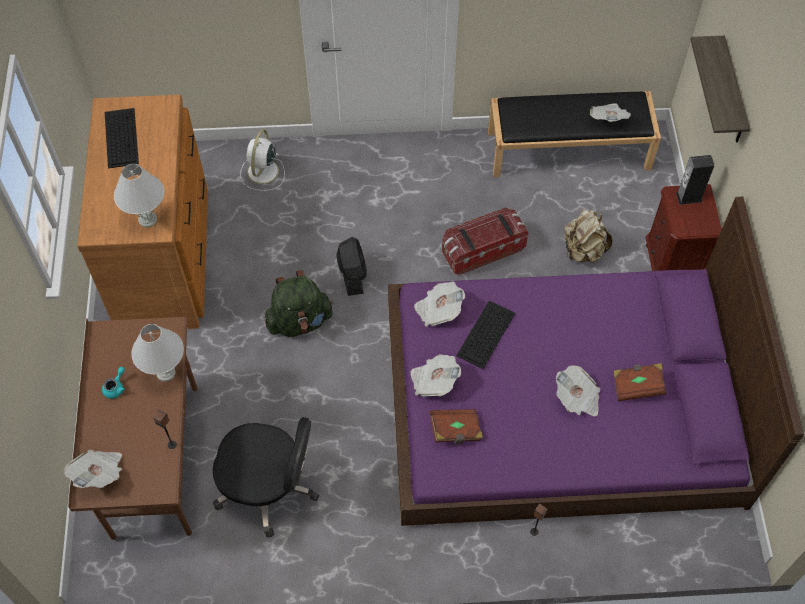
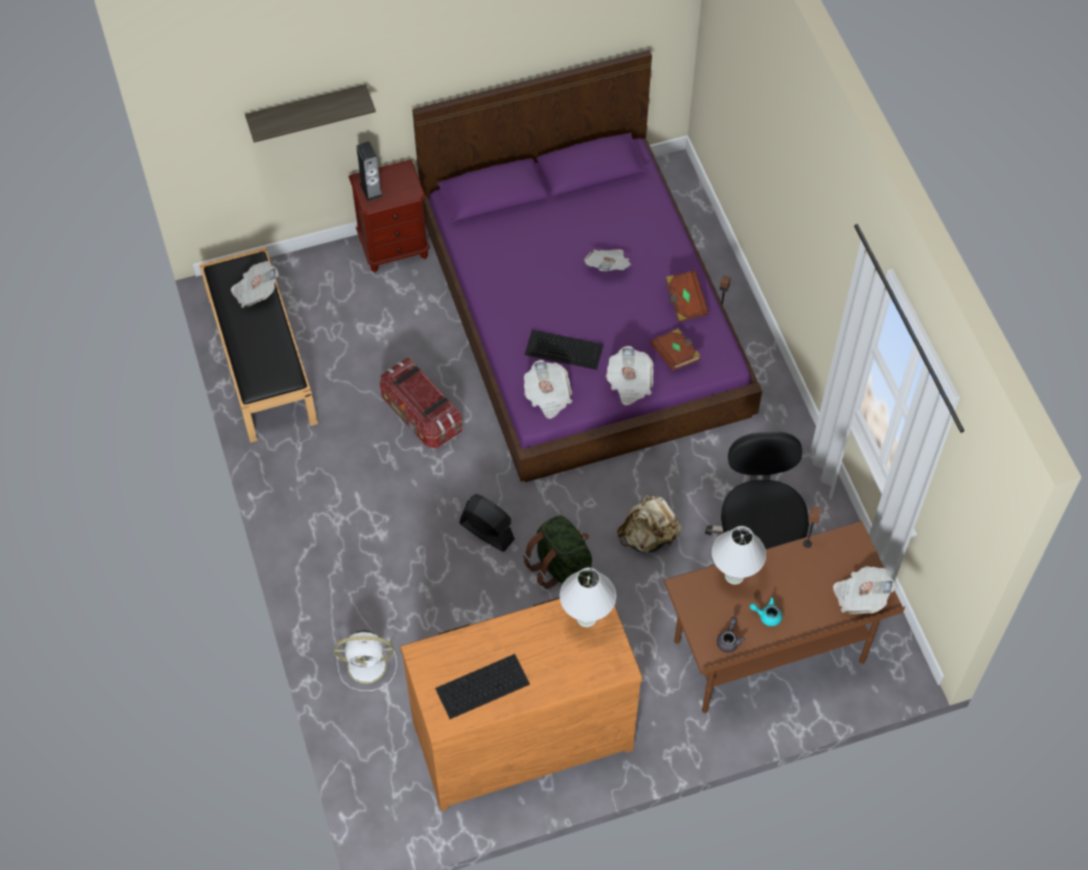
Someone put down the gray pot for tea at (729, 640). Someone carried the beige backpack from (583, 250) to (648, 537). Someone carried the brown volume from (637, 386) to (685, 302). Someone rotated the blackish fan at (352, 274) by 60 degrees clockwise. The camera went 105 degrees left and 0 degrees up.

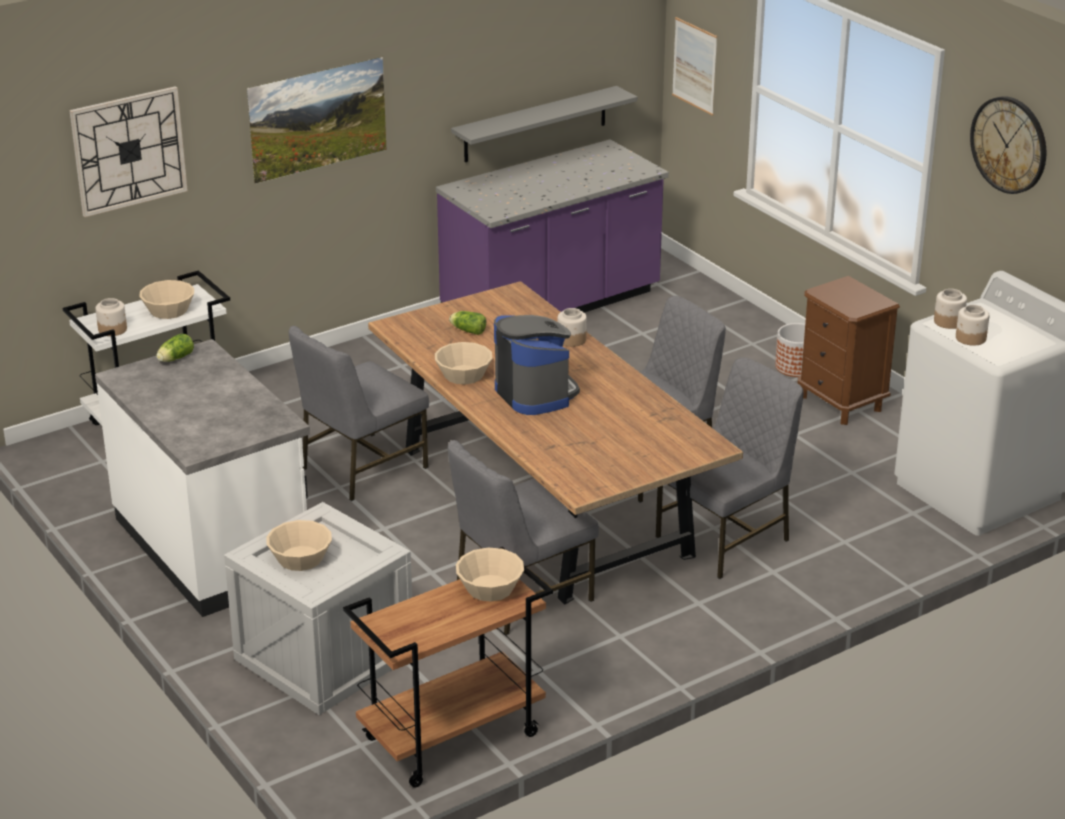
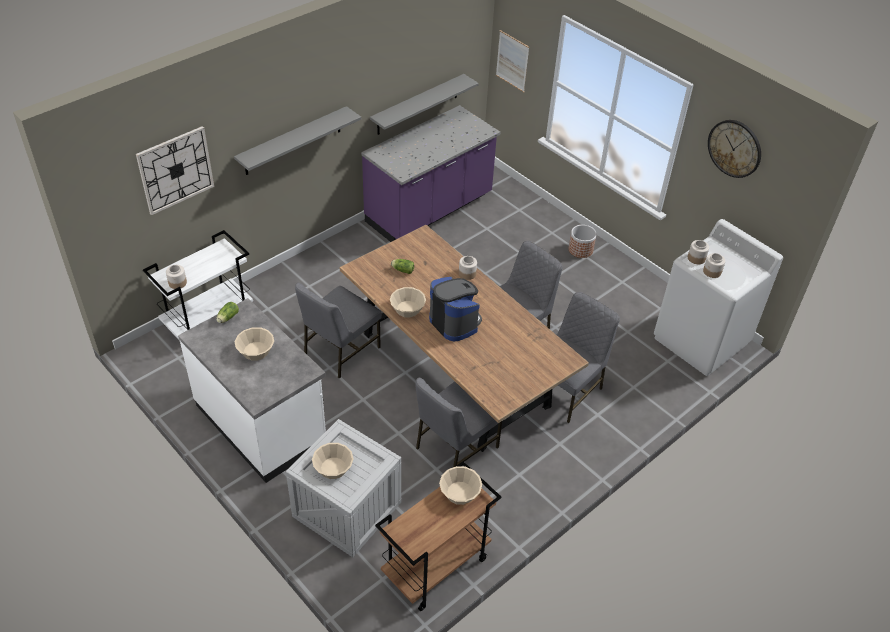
Someone took away the brown nightstand at (840, 403). Someone carried the beige serving bowl from (168, 310) to (256, 351). Someone swapped the wall art at (320, 143) for the gray wall shelf at (293, 141). The camera went 10 degrees left and 15 degrees up.

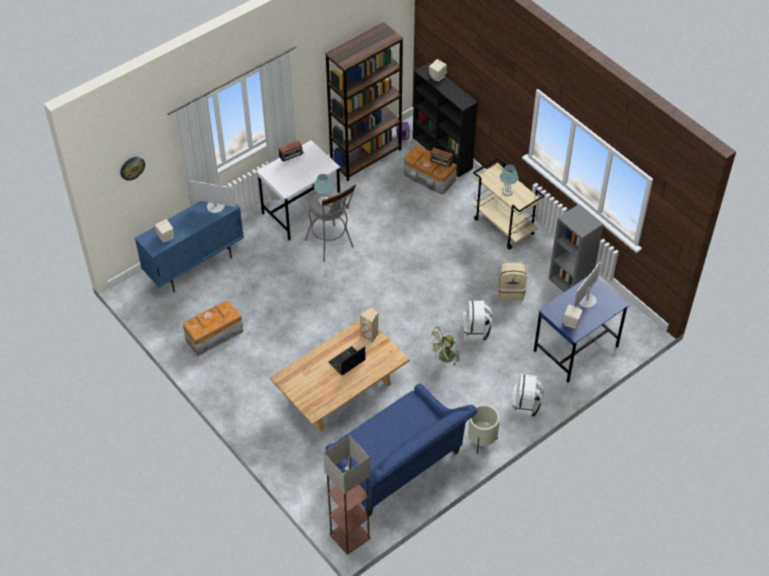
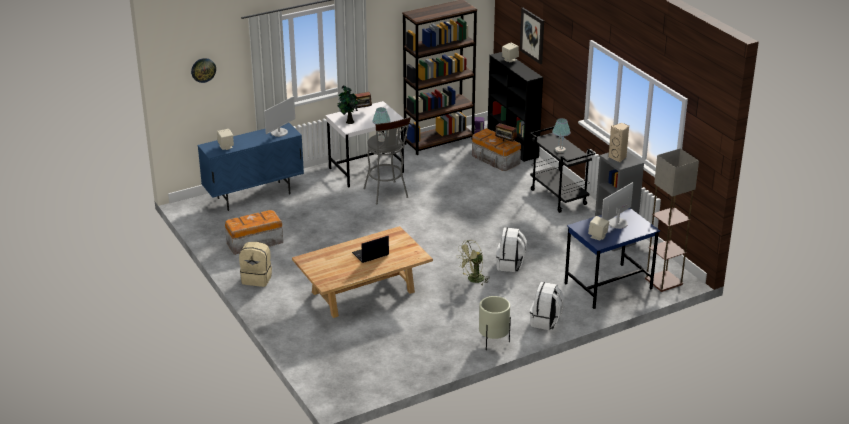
Someone took away the blue-coloured couch at (399, 468). Someone put down the houseplant at (349, 122). Someone put up the wall art at (532, 35). Someone carried the standing lamp from (349, 536) to (663, 281). Someone carried the beige loudspeaker from (370, 336) to (618, 157). Someone carried the beige backpack from (511, 291) to (257, 278). Someone repainted the beige trolley at (504, 226), which became the blackish trolley at (559, 197). Someone rotated the computer display at (215, 206) by 75 degrees counterclockwise. The camera went 10 degrees right and 20 degrees down.

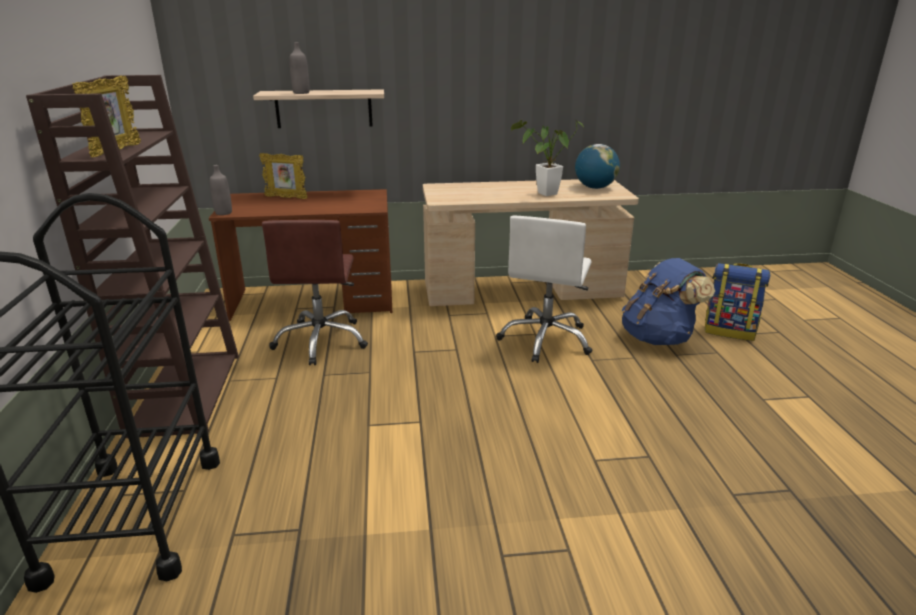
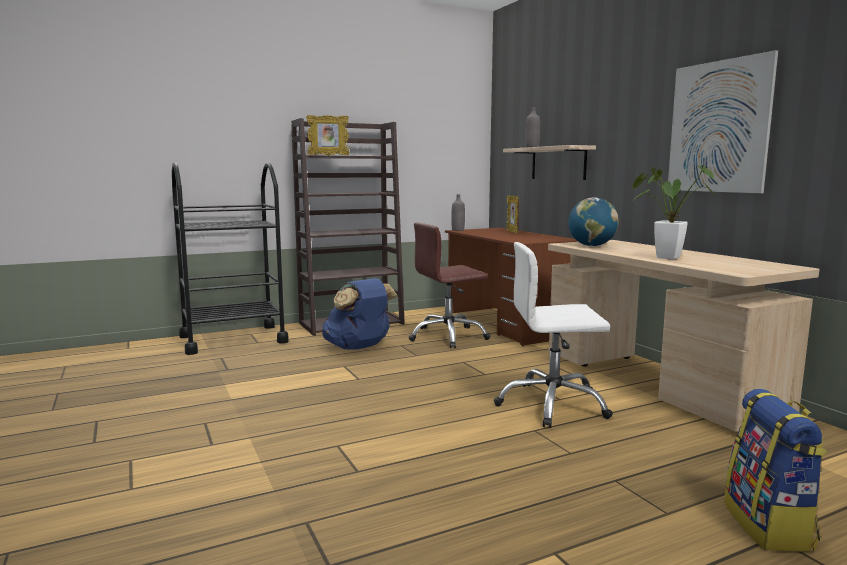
Someone put up the wall art at (718, 127). Someone carried the desk globe from (595, 188) to (591, 246). Someone carried the blue-coloured backpack from (659, 338) to (358, 347). The camera went 70 degrees right and 15 degrees down.

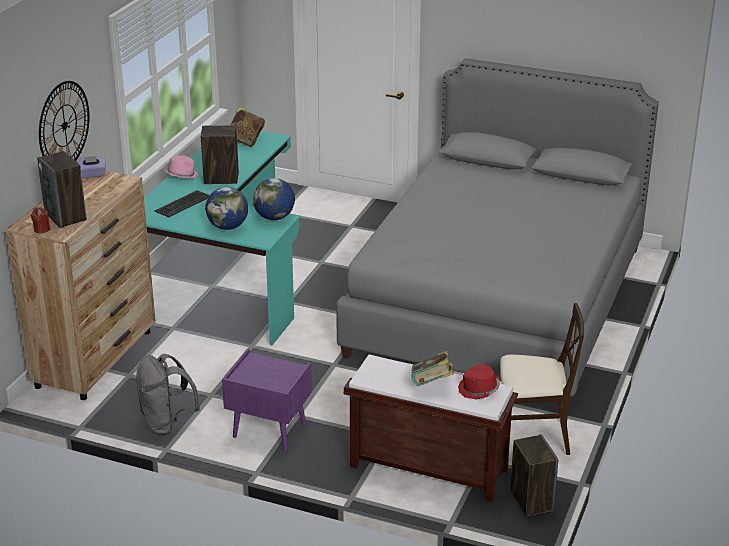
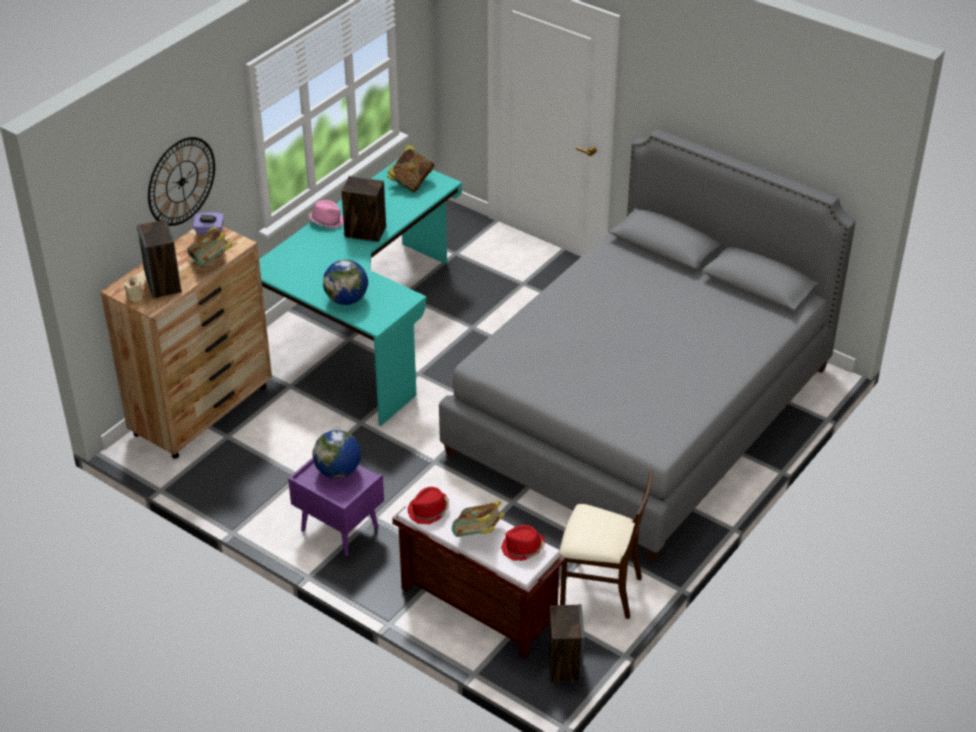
Someone took away the gray backpack at (167, 423). Someone took away the keyboard at (182, 204). Someone put down the volume at (211, 261). Someone put down the reddish wearable hat at (429, 511). Someone carried the desk globe from (274, 217) to (338, 471). Someone repainted the reddish wax candle at (42, 229), which became the beige wax candle at (135, 297). The camera went 15 degrees right and 10 degrees up.

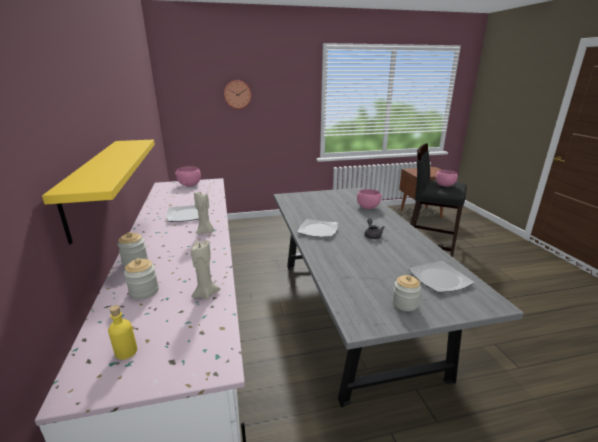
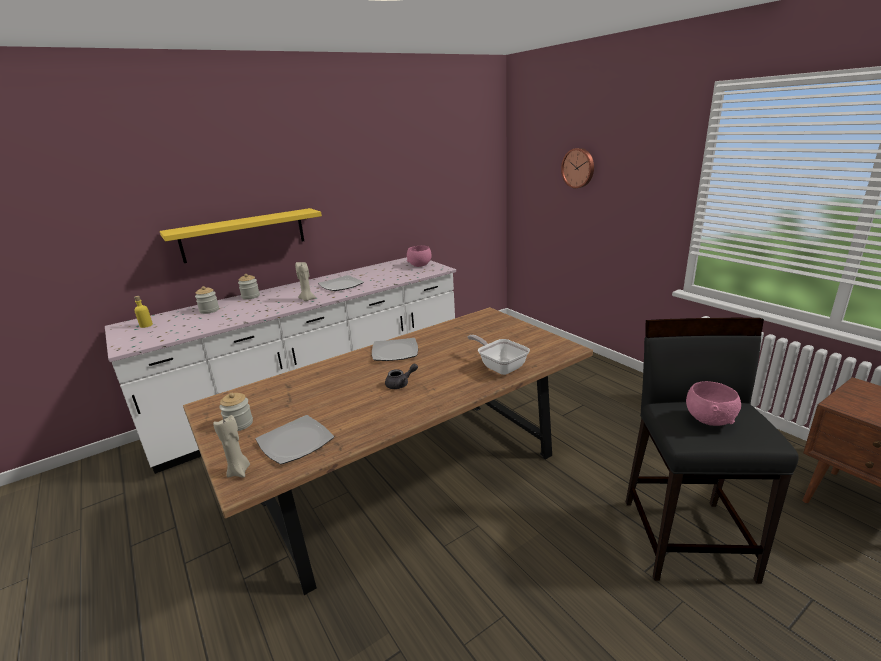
Someone carried the beige wax candle from (205, 294) to (239, 471). Someone swapped the pinkish serving bowl at (367, 207) for the skillet at (500, 366). Someone repainted the gray kitchen table at (352, 312), which became the brown kitchen table at (410, 477). The camera went 70 degrees right and 0 degrees up.

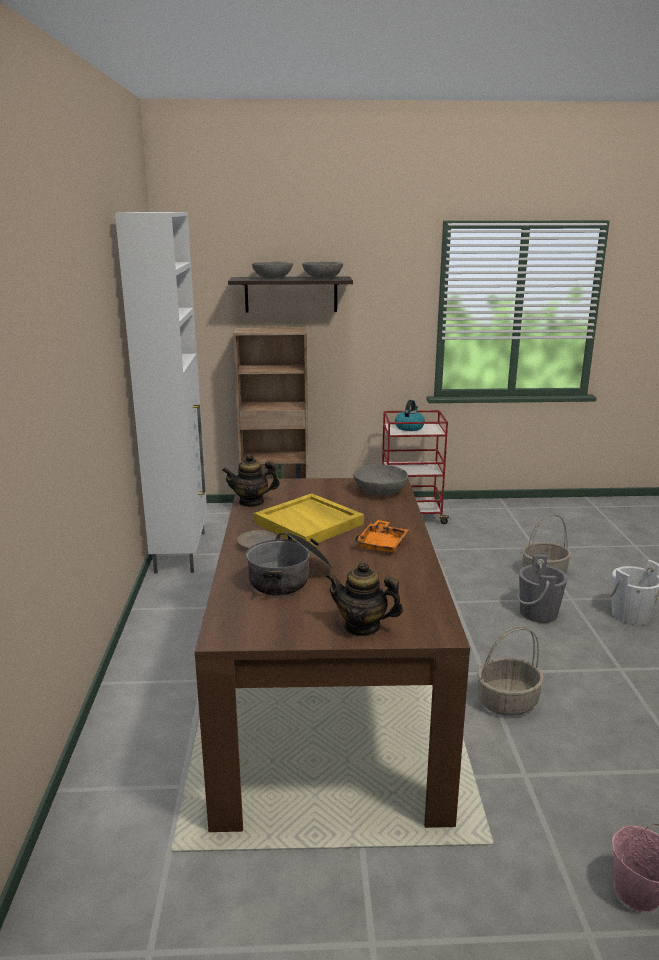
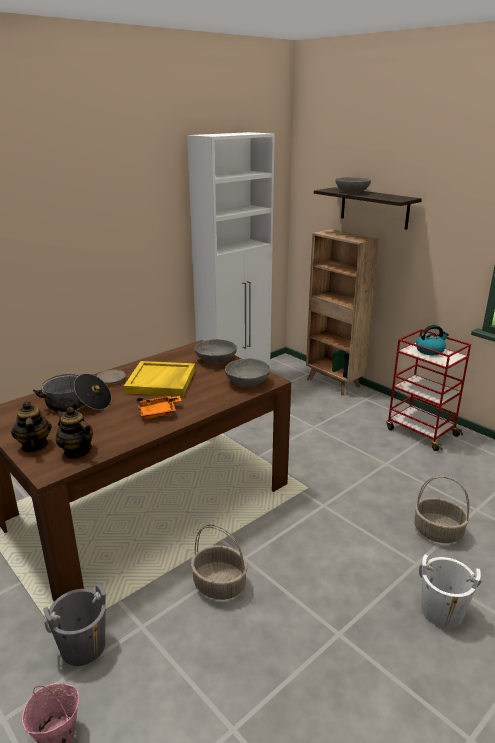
Someone carried the pot for tea from (251, 502) to (77, 452). Someone carried the gray serving bowl from (322, 278) to (215, 360). Someone carried the gray water bucket from (538, 613) to (83, 647). The camera went 50 degrees right and 5 degrees up.

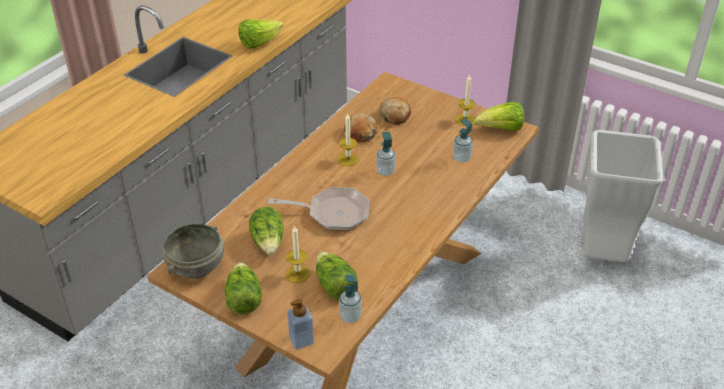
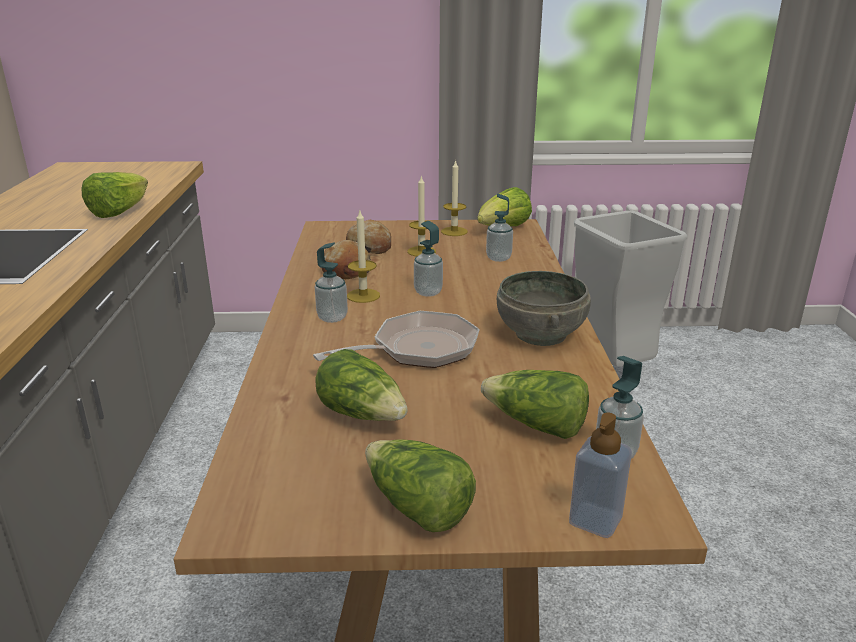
Someone put down the soap dispenser at (332, 317). Someone carried the gray serving bowl from (197, 267) to (542, 334). Someone carried the wax candle from (297, 273) to (421, 251). The camera went 35 degrees left and 15 degrees down.

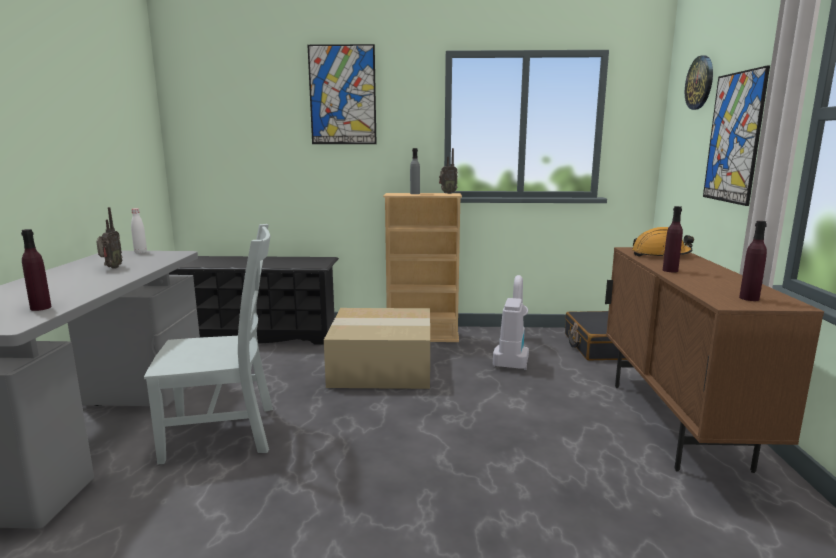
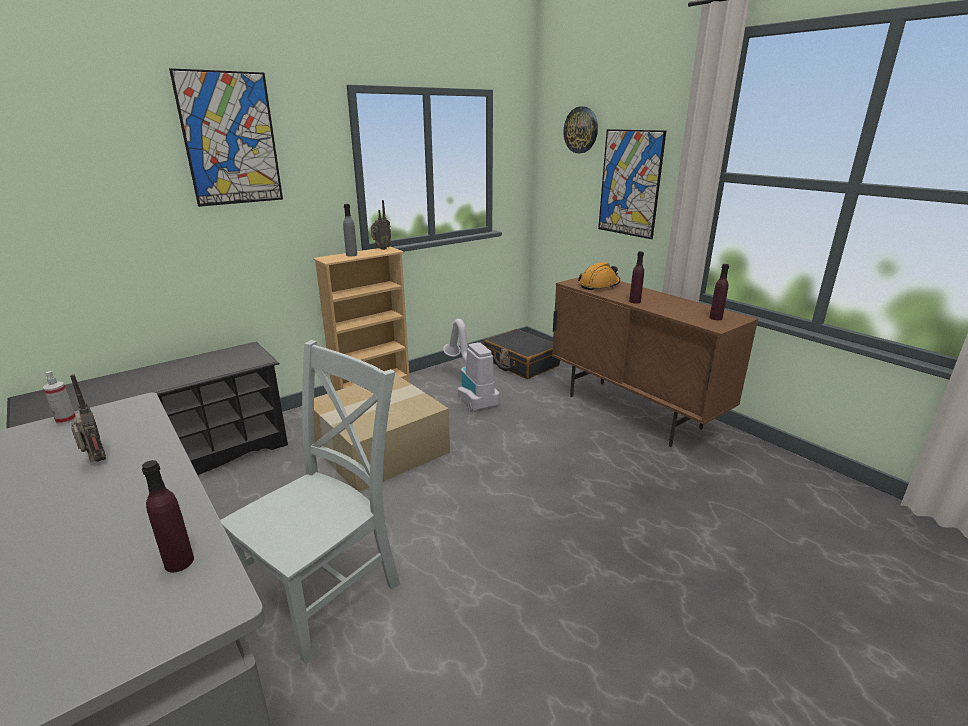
Someone swapped the white-coloured bottle at (140, 252) for the sprayer at (66, 420). The camera went 40 degrees left and 10 degrees up.

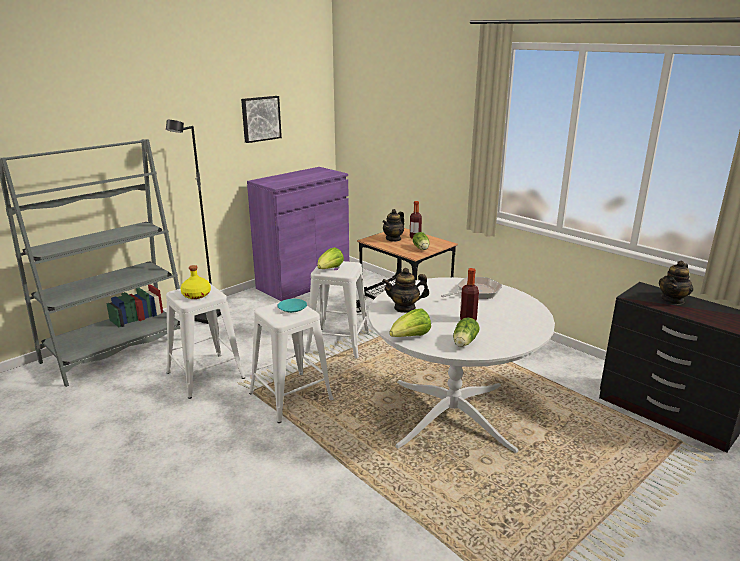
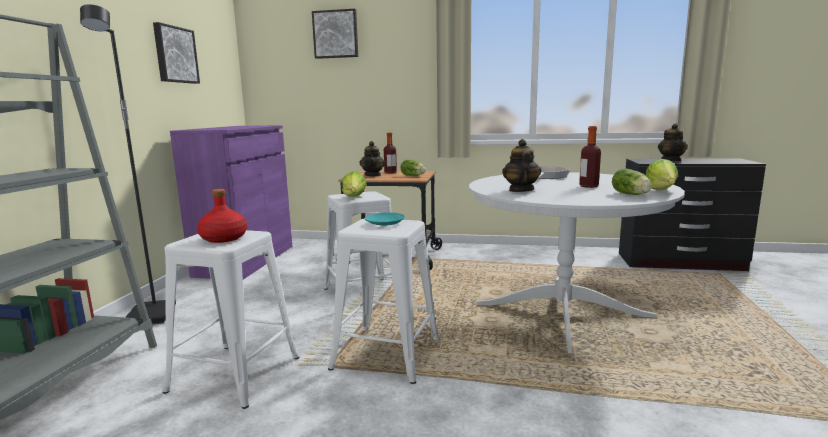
Someone put up the wall art at (336, 34). Someone carried the head of lettuce from (410, 337) to (661, 192). Someone repainted the yellowish bottle at (196, 295), which became the reddish bottle at (224, 238). Someone rotated the pot for tea at (405, 308) by 135 degrees clockwise. The camera went 35 degrees left and 10 degrees down.

